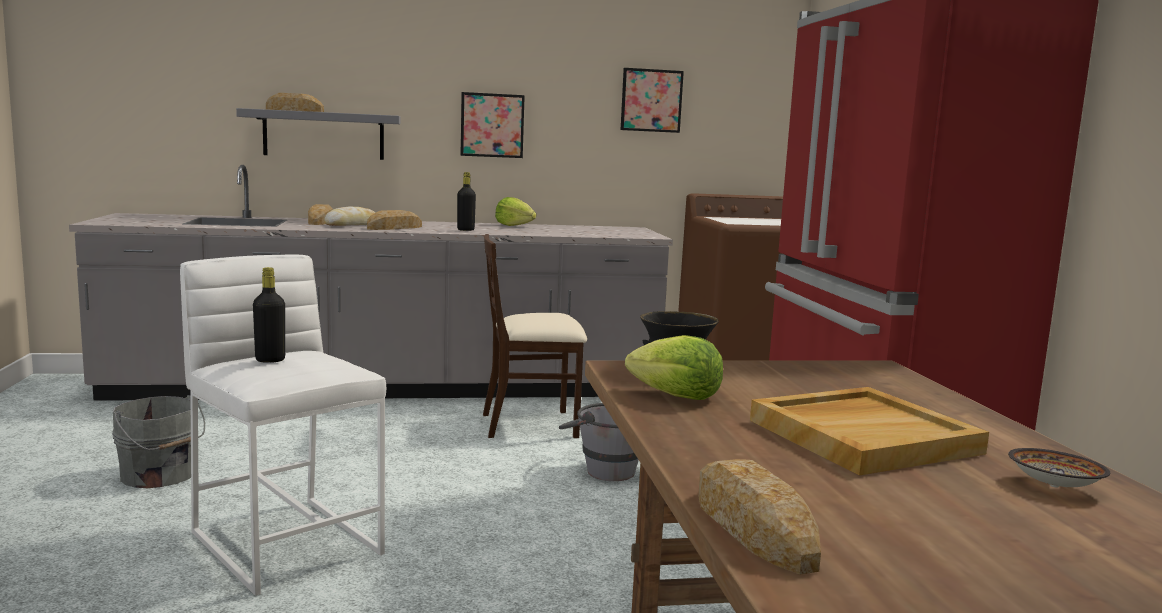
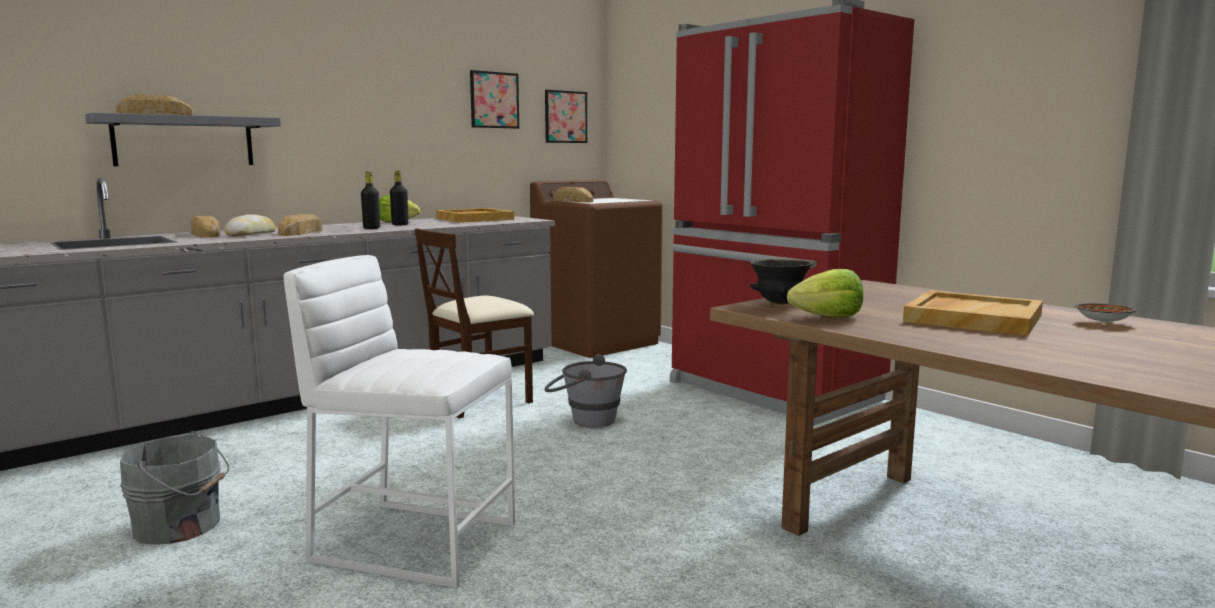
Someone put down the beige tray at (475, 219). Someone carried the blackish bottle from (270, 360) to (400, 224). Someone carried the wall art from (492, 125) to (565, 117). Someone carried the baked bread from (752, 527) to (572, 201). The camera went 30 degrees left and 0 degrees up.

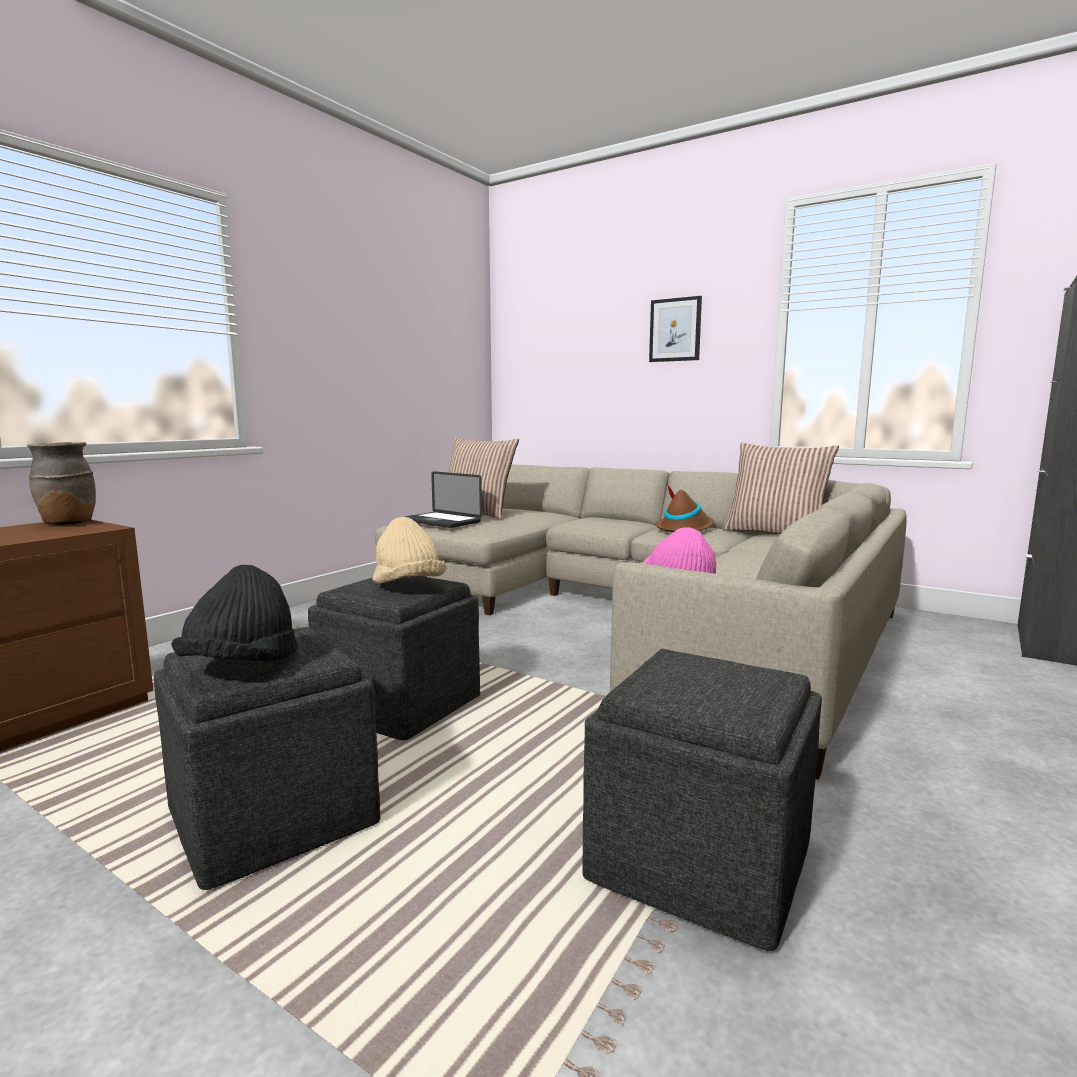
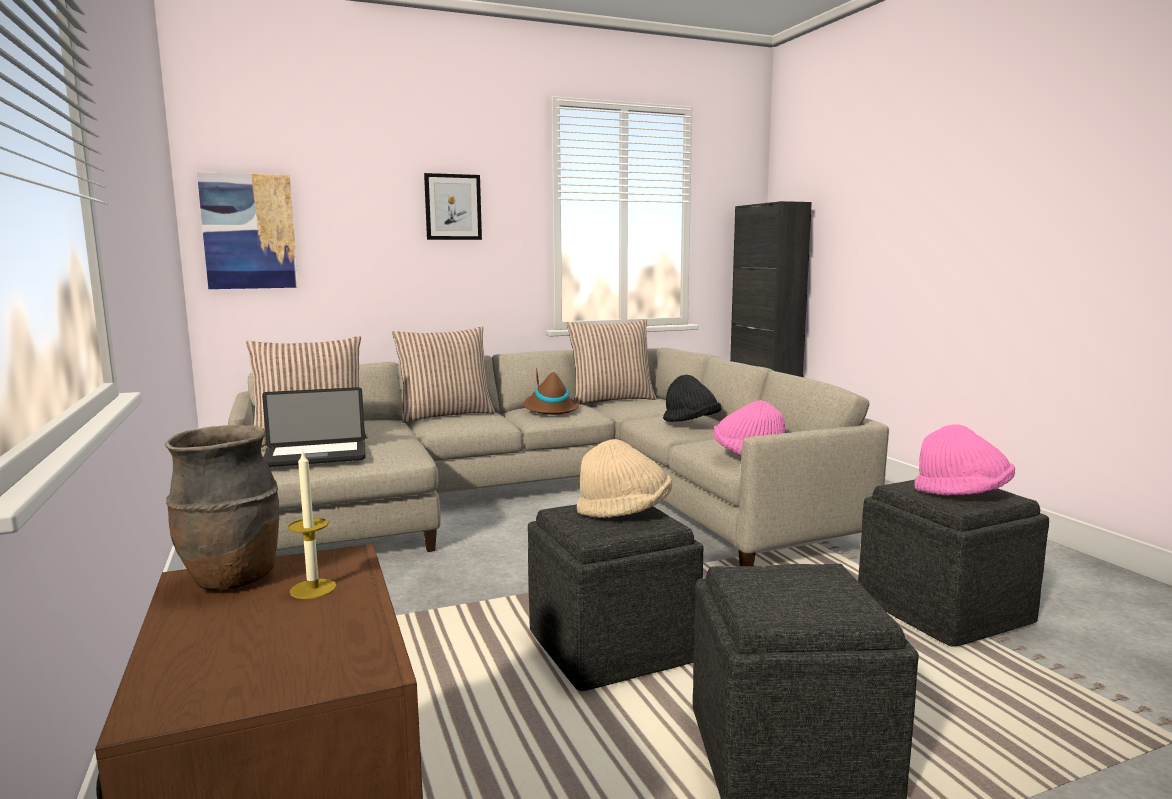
Someone put up the wall art at (249, 231). Someone put down the wax candle at (313, 589). Someone put down the pillow at (446, 415). Someone put down the pinkish wearable hat at (962, 494). Someone carried the blackish wearable hat from (241, 666) to (691, 423). The camera went 55 degrees left and 0 degrees up.

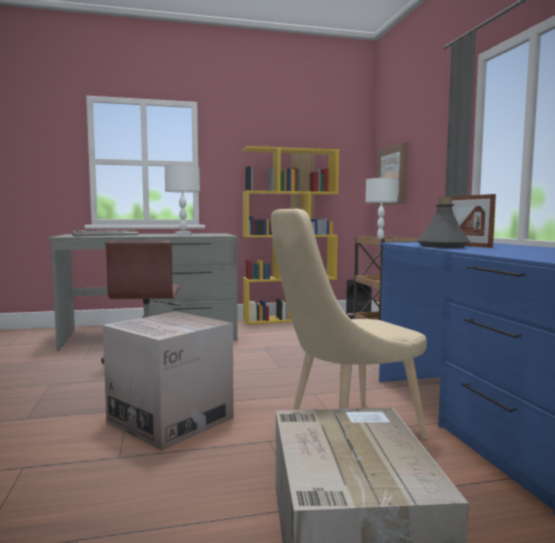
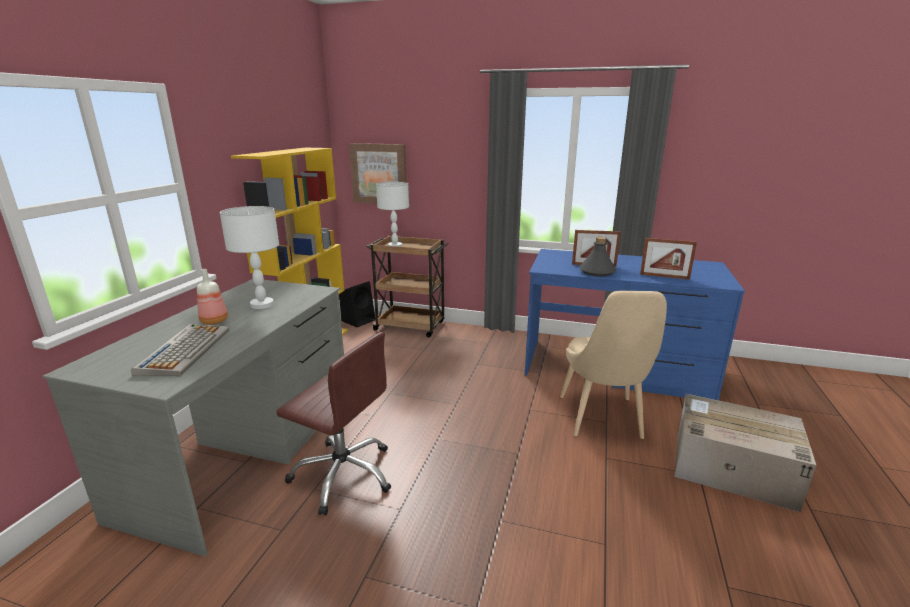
Someone took away the packing box at (170, 420). Someone put down the bottle at (215, 321). Someone put down the picture frame at (664, 276). The camera went 60 degrees left and 15 degrees up.

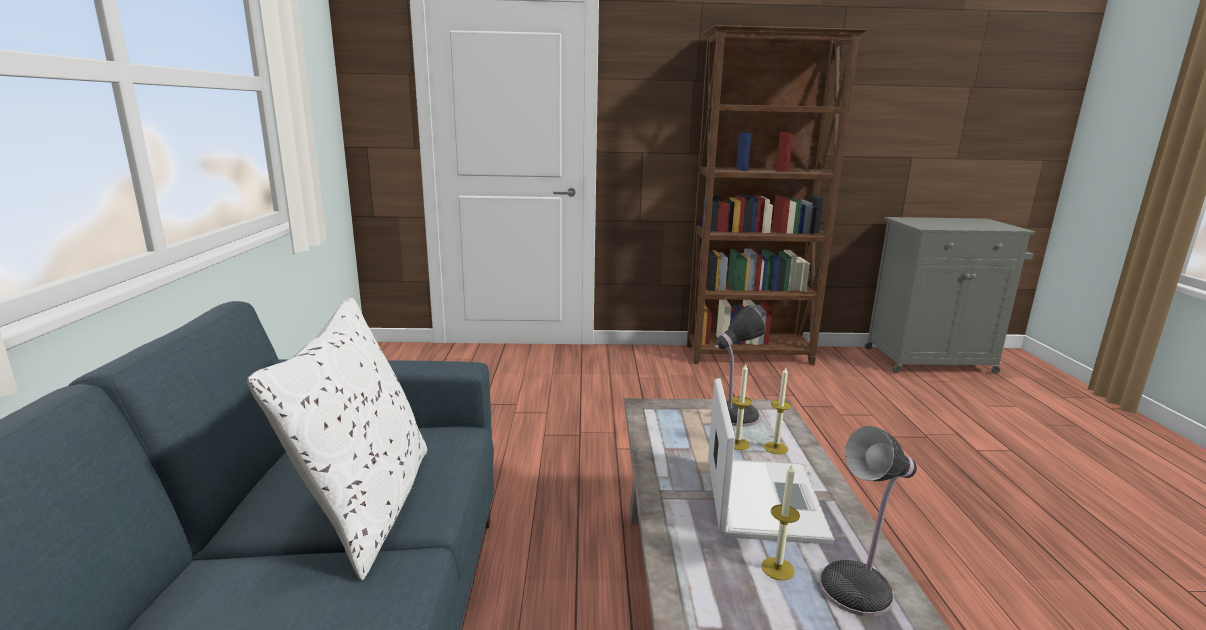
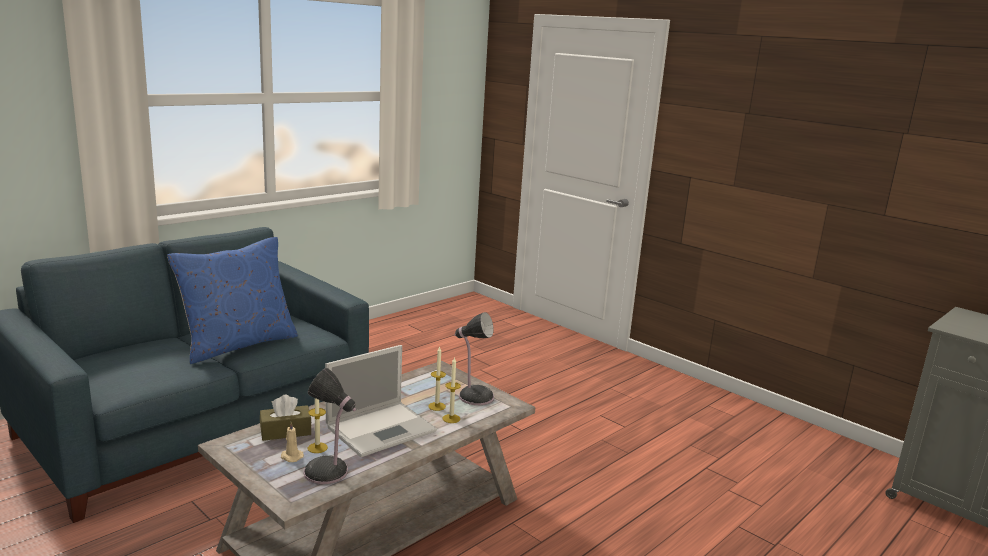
Someone took away the brown bookshelf at (749, 355). Someone put down the brown tissue holder at (285, 431). Someone put down the beige wax candle at (291, 456). Someone repainted the white-coloured pillow at (366, 505), which became the blue-coloured pillow at (238, 344). The camera went 45 degrees right and 0 degrees up.

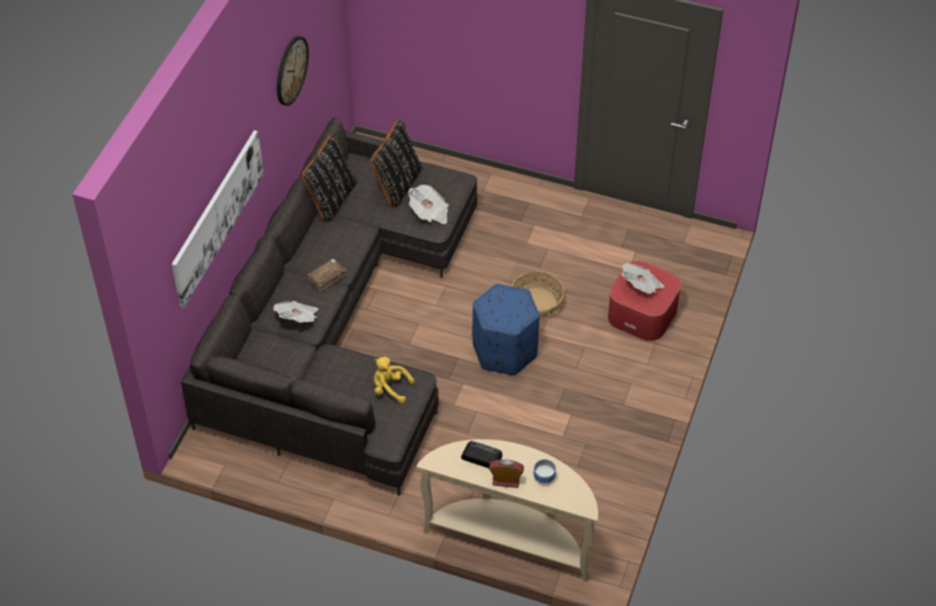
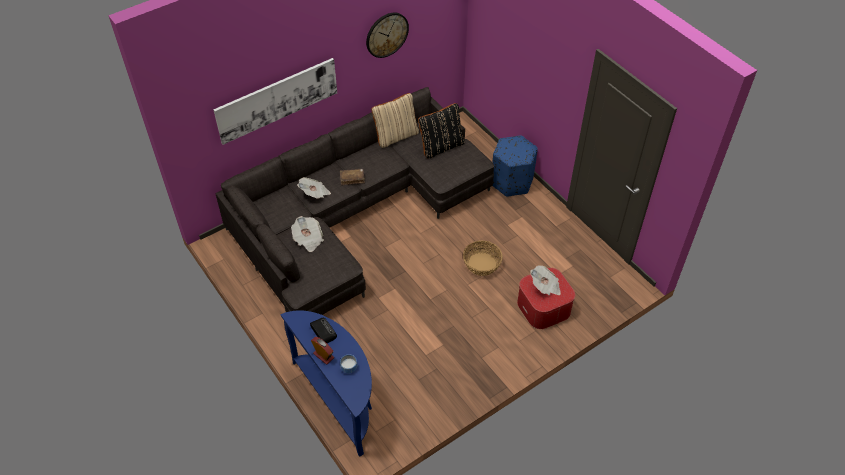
Someone took away the yellowish plush toy at (390, 388). Someone carried the newspaper from (429, 213) to (308, 239). Someone carried the blue-coloured pouffe from (505, 350) to (512, 182). Someone repainted the blackish pillow at (331, 199), which became the beige pillow at (396, 136). Someone repainted the beige hall table at (511, 537), which became the blue-coloured hall table at (340, 399). The camera went 35 degrees right and 0 degrees up.

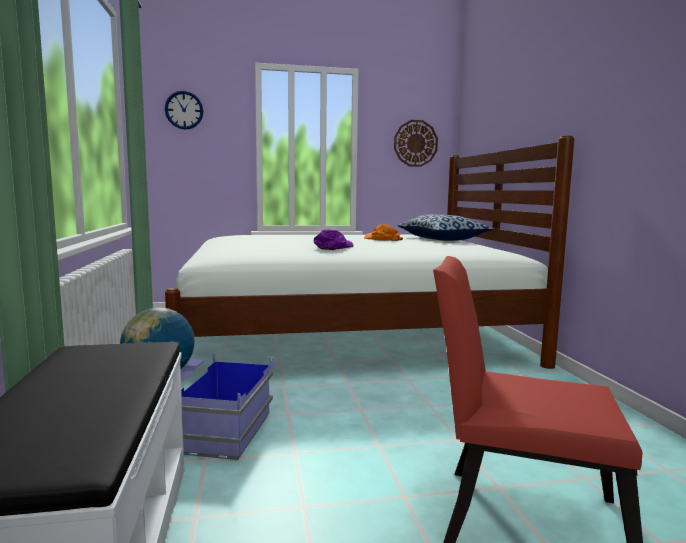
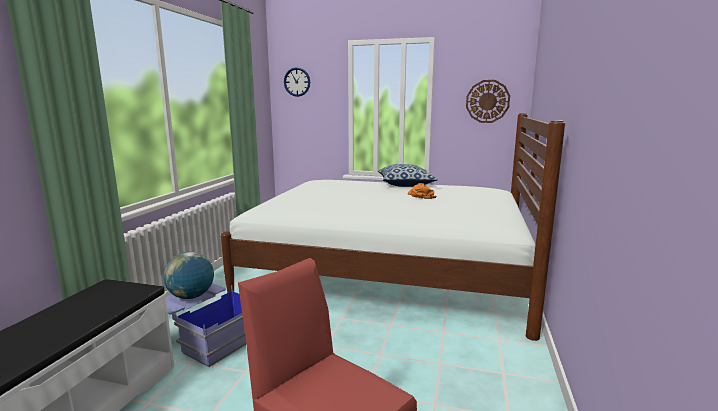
Someone took away the purplish baseball cap at (334, 247). Someone carried the pillow from (443, 239) to (405, 184). The camera went 25 degrees right and 5 degrees up.

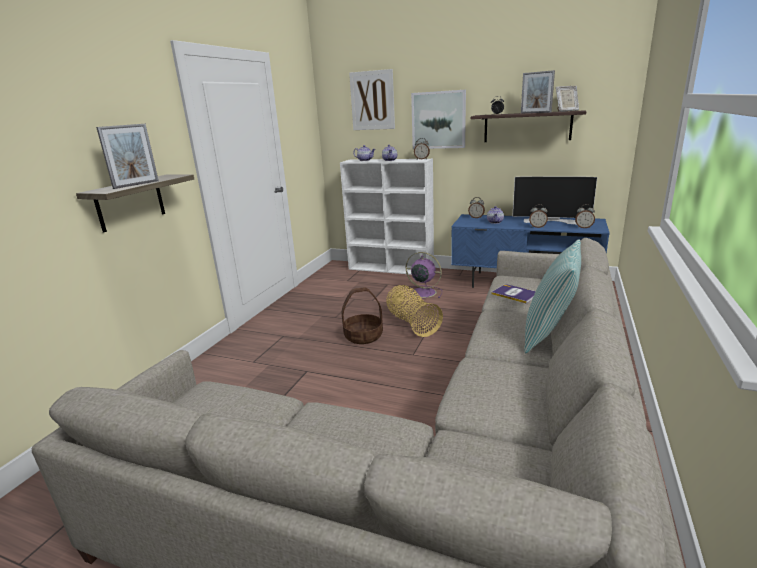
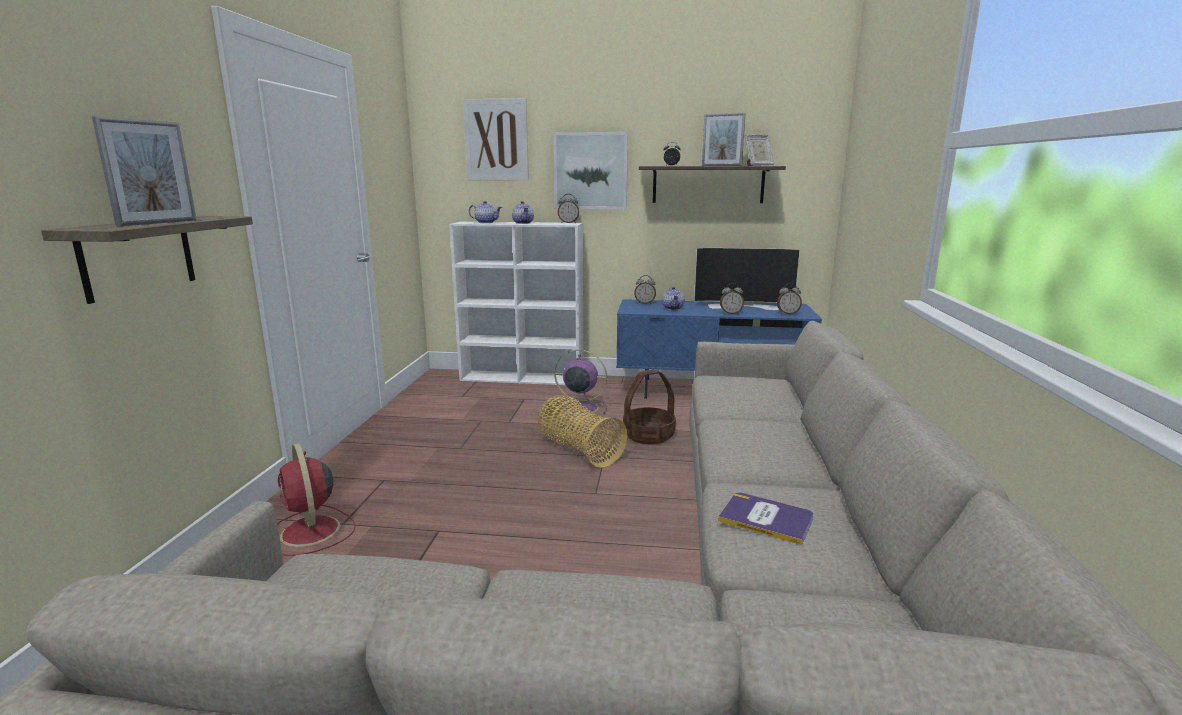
Someone took away the pillow at (549, 333). Someone put down the reddish fan at (311, 532). Someone carried the basket from (363, 336) to (648, 435). Someone carried the volume from (515, 294) to (766, 518). The camera went 15 degrees left and 5 degrees down.

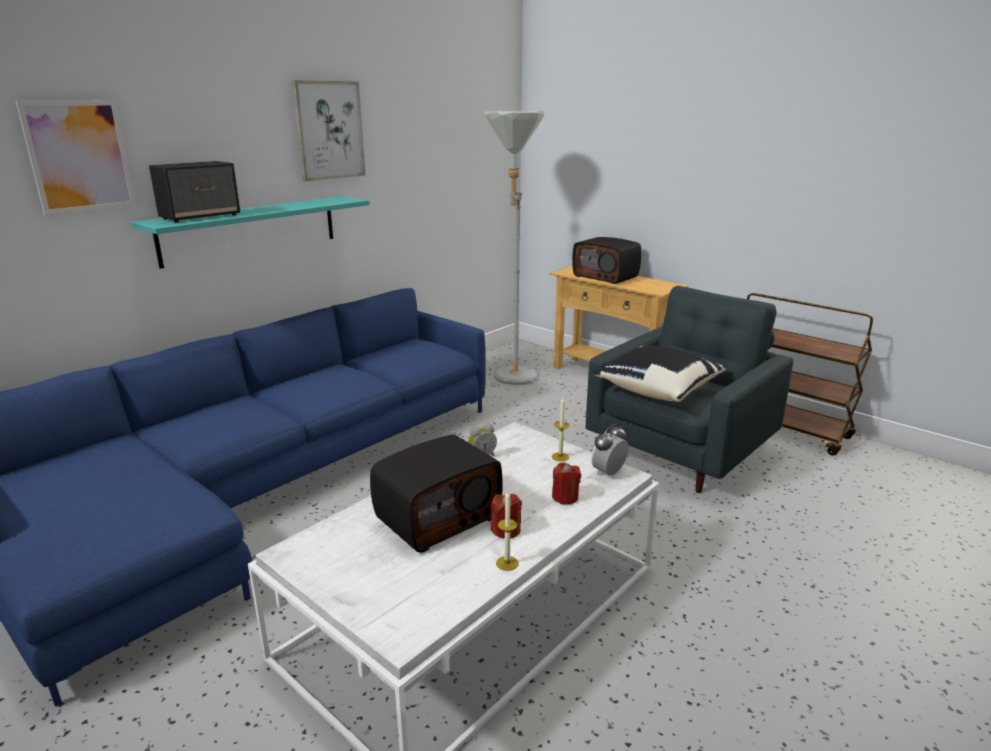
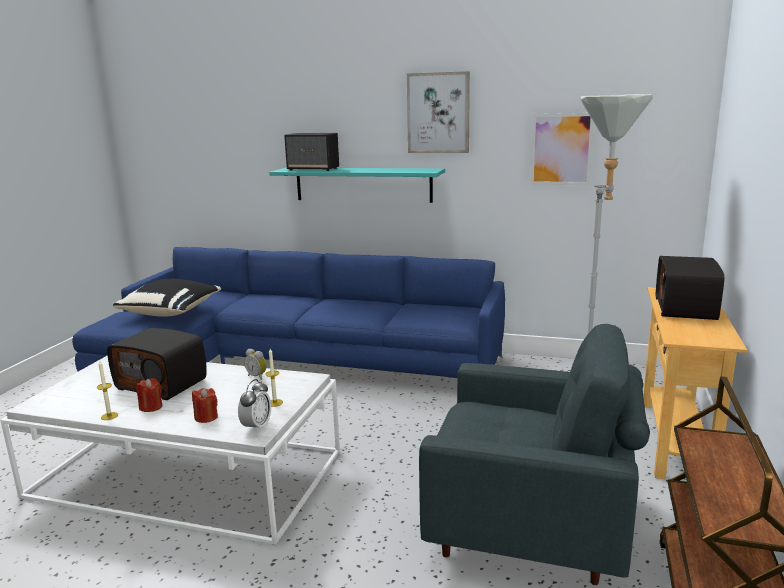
Someone carried the wall art from (79, 156) to (561, 149). Someone carried the blackish pillow from (657, 390) to (172, 312). Someone rotated the bedside clock at (608, 473) by 90 degrees clockwise. The camera went 65 degrees right and 5 degrees down.

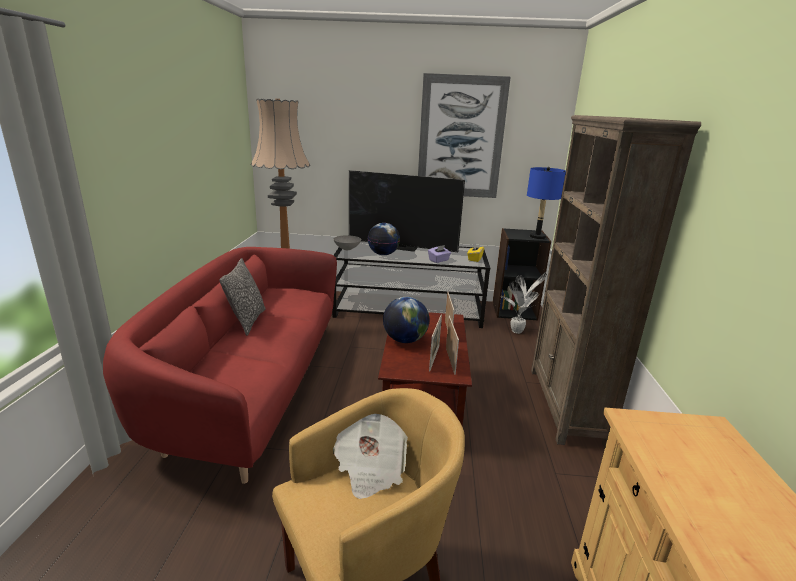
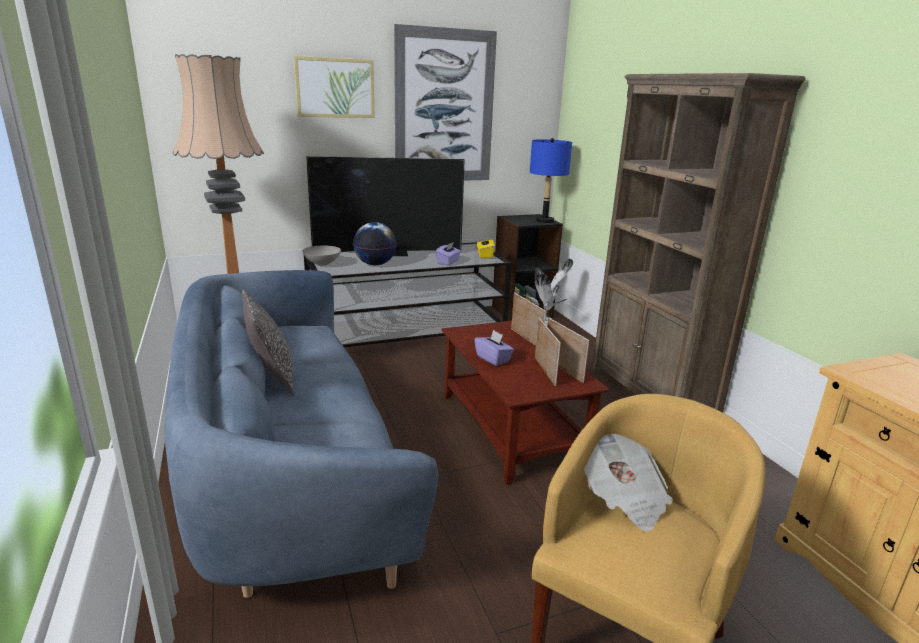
Someone put up the wall art at (335, 88). Someone swapped the desk globe at (405, 340) for the purplish tissue holder at (493, 359). Someone repainted the reddish couch at (252, 386), which became the blue-coloured couch at (291, 469). The camera went 25 degrees left and 0 degrees up.

